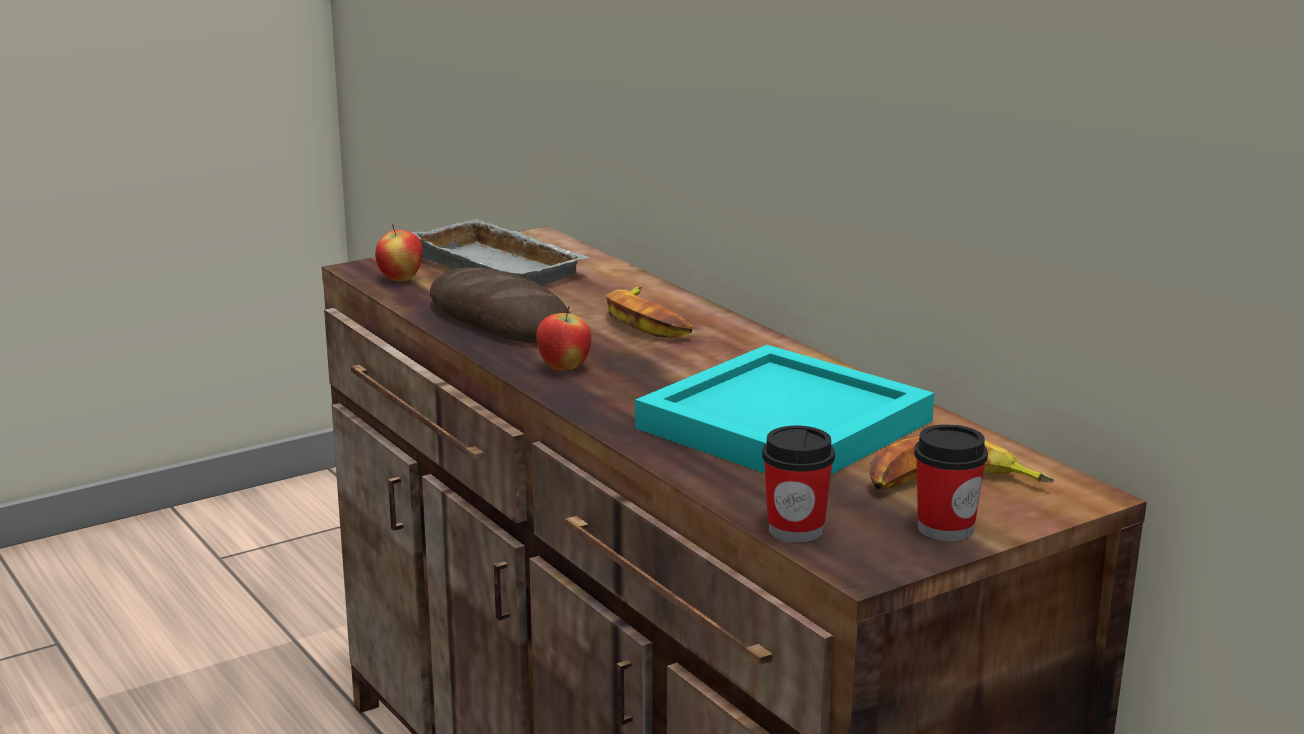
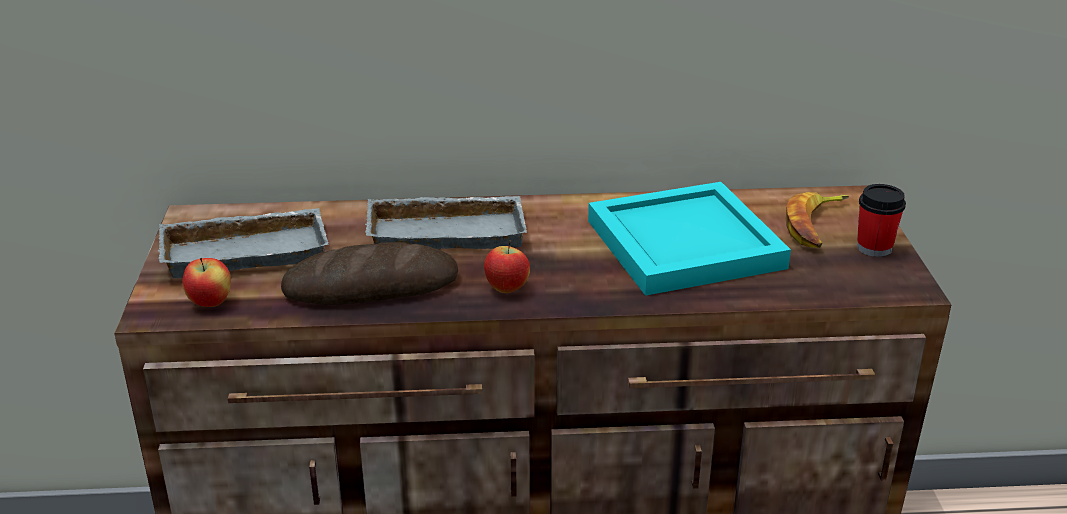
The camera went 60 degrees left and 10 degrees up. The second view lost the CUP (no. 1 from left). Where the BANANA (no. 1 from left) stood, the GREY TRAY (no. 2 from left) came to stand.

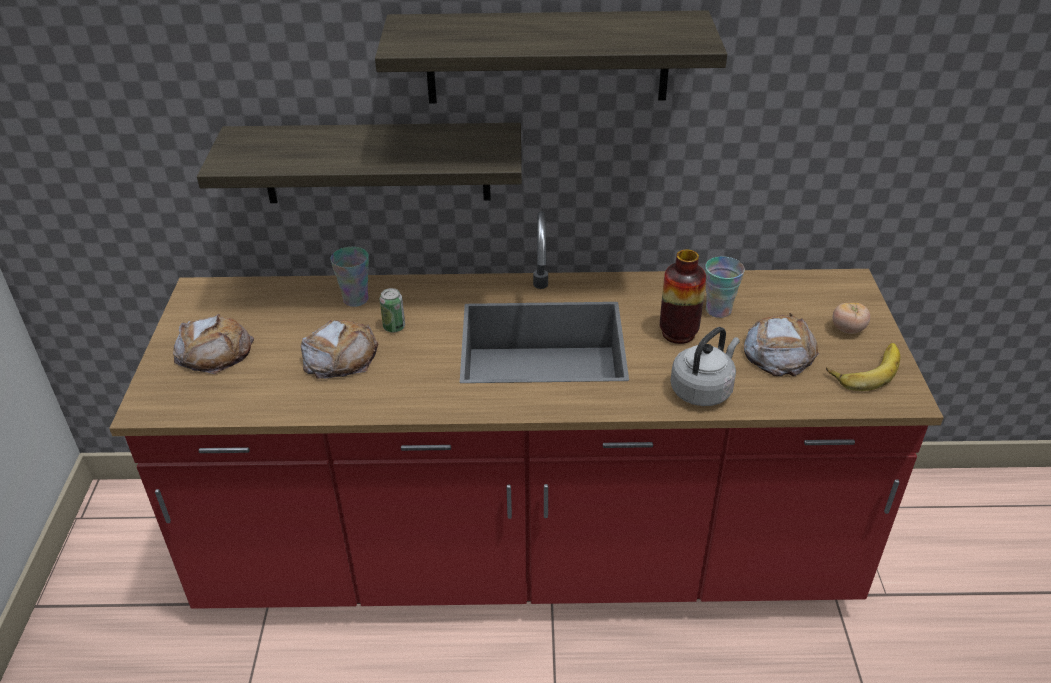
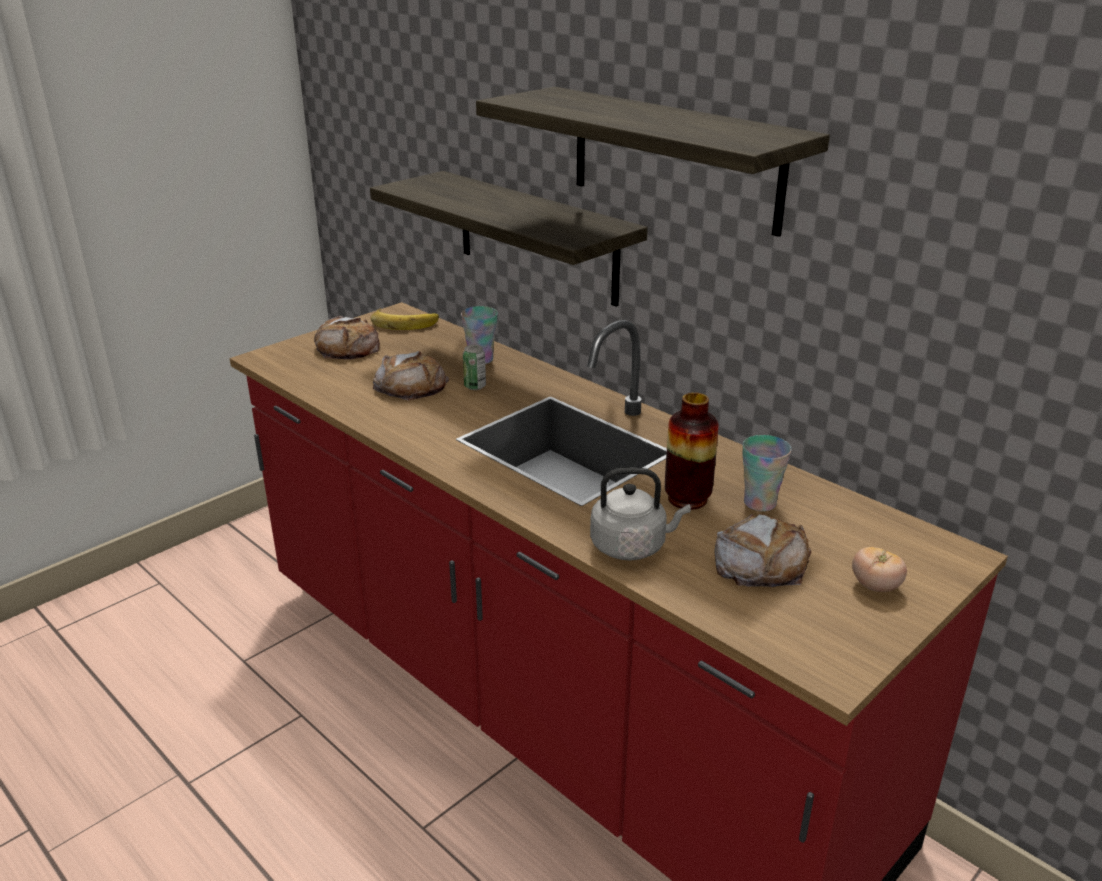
The camera went 45 degrees right and 10 degrees down. The BANANA ended up elsewhere.

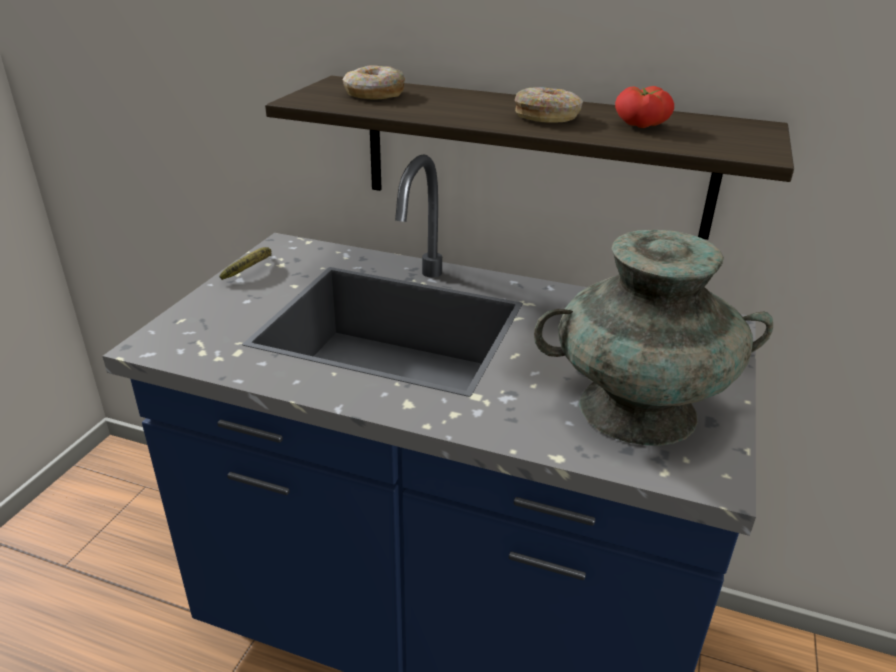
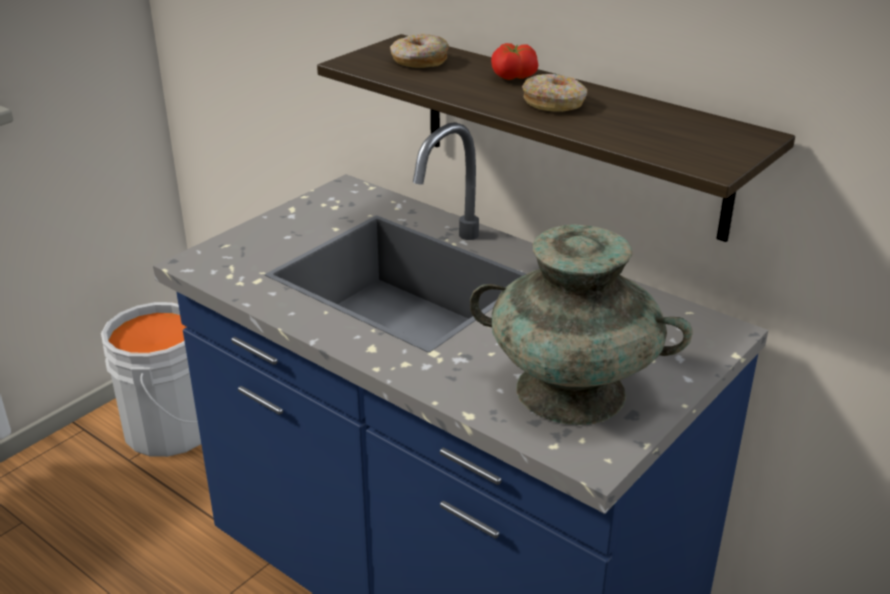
The camera went 20 degrees right and 0 degrees up. The second view lost the BANANA. The second view gained the GREY BUCKET. The TOMATO ended up elsewhere.

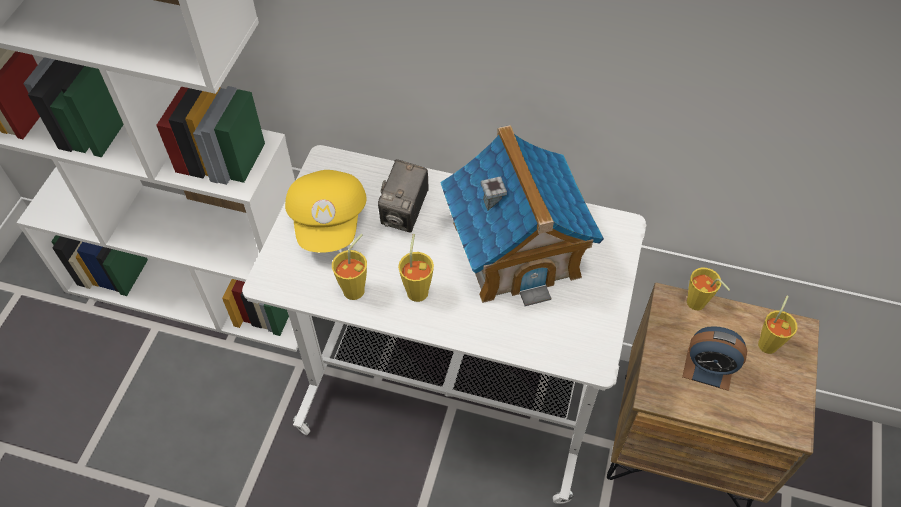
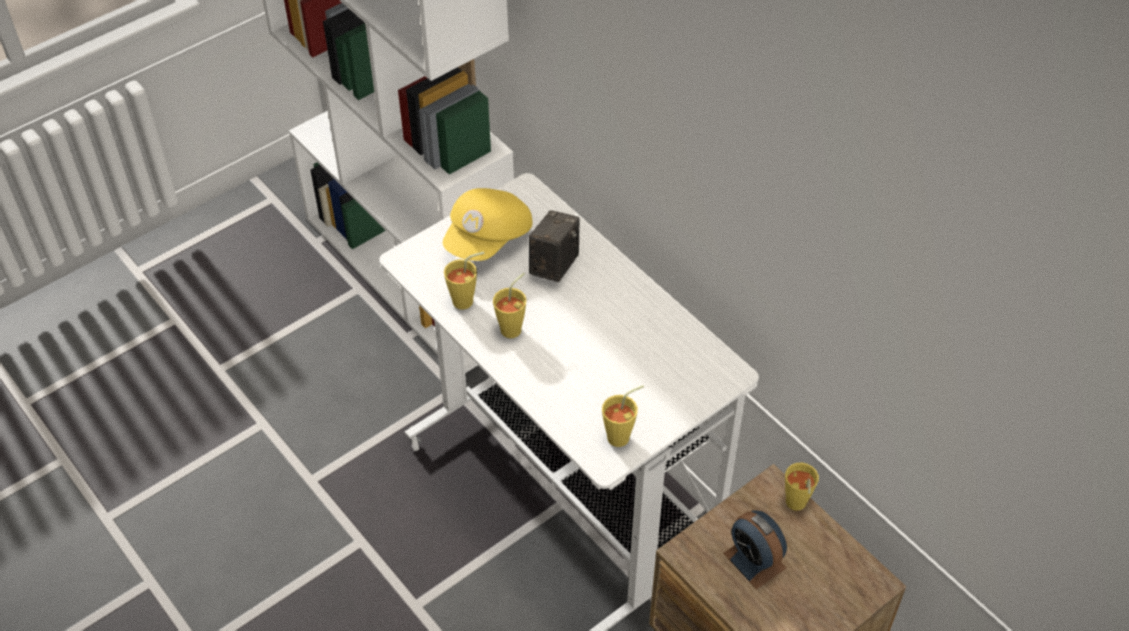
The camera went 35 degrees right and 5 degrees down. The second view lost the TOY HOUSE. The YELLOW CUP (no. 4 from left in the first image) ended up elsewhere. The PHOTO CAMERA ended up facing another way, 150 degrees clockwise from before.

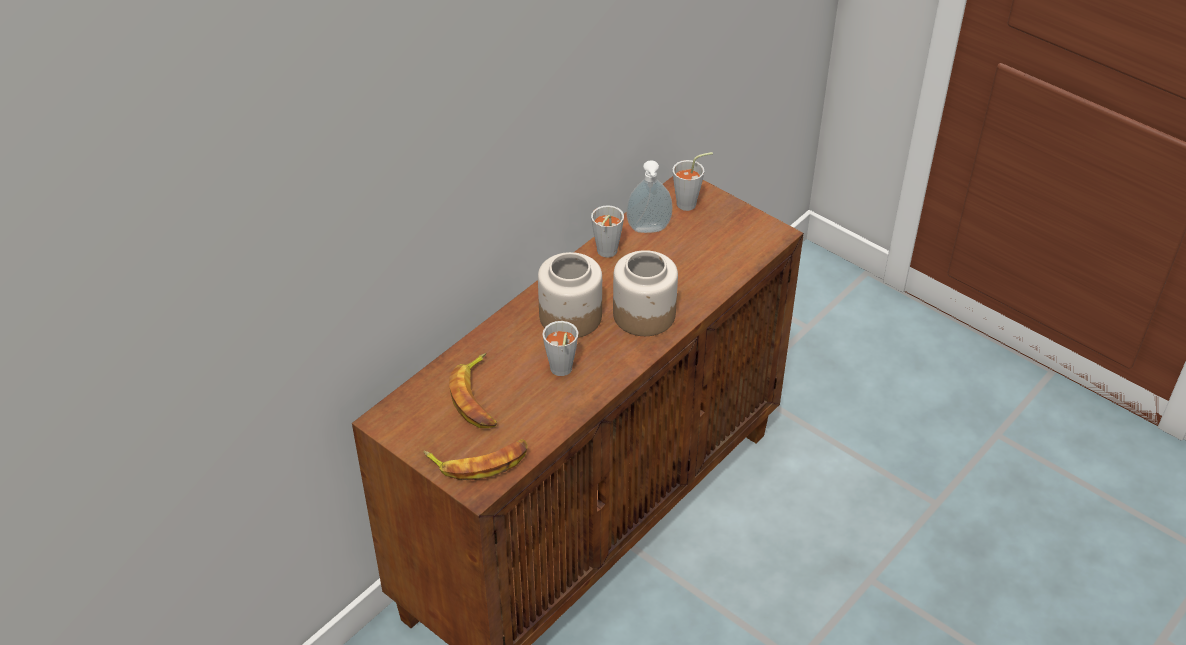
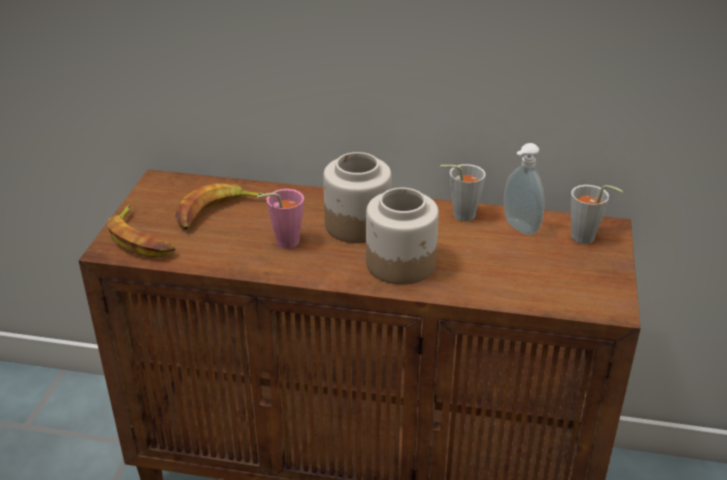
The camera went 60 degrees right and 10 degrees down. What was the GREY CUP (no. 1 from left) turned into the PINK CUP.

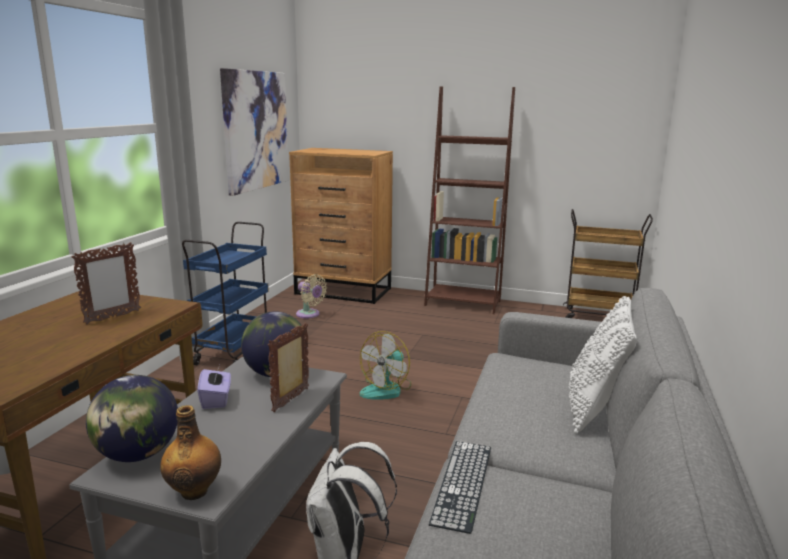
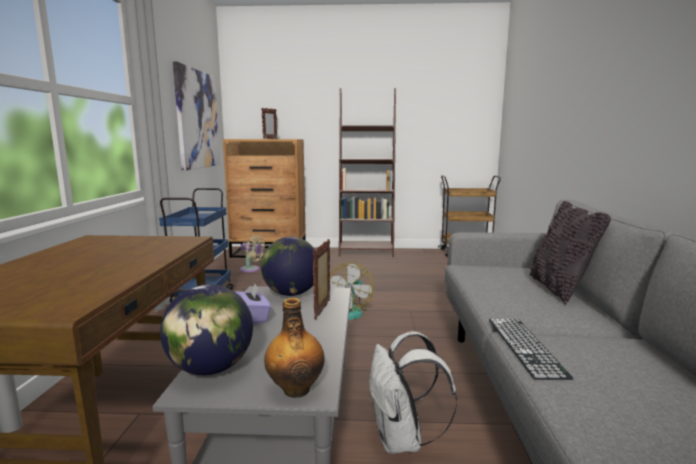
The camera went 15 degrees left and 5 degrees down. The PICTURE FRAME (no. 1 from left) ended up elsewhere. What was the WHITE PILLOW turned into the BLACK PILLOW.

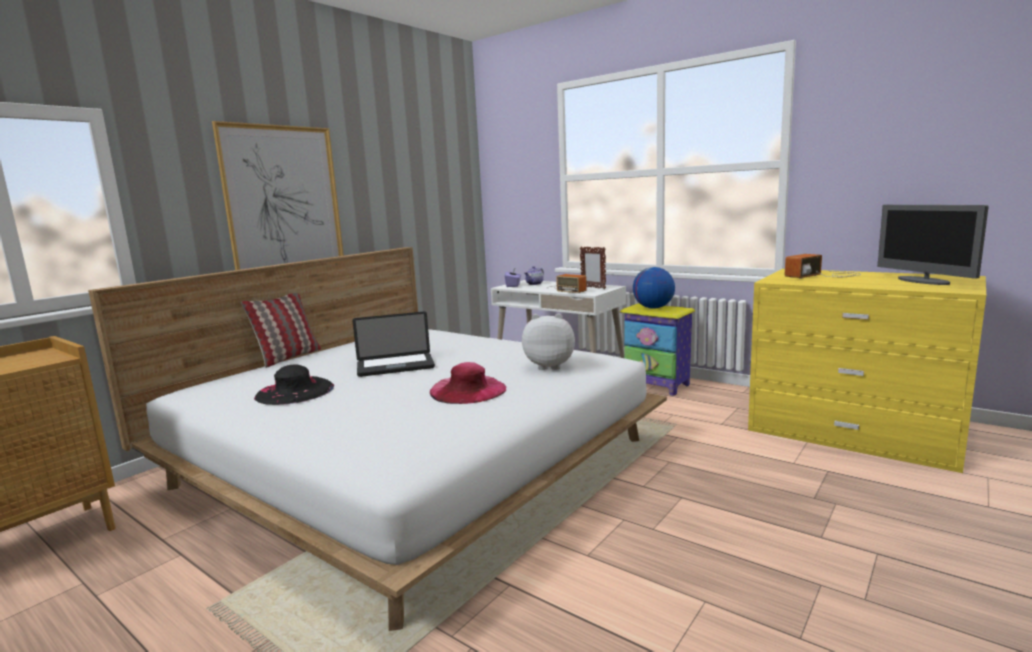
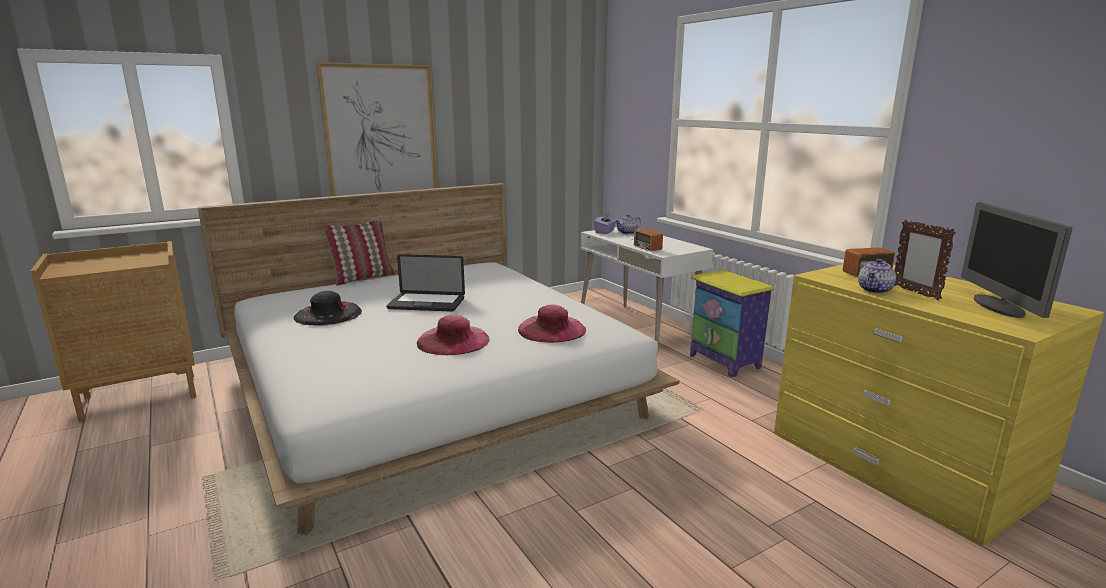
The camera went 20 degrees right and 5 degrees up. The second view lost the GLOBE. The second view gained the TEAPOT (no. 2 from left). The PICTURE FRAME ended up elsewhere. Where the PLUSH TOY stood, the PINK HAT (no. 2 from left) came to stand.

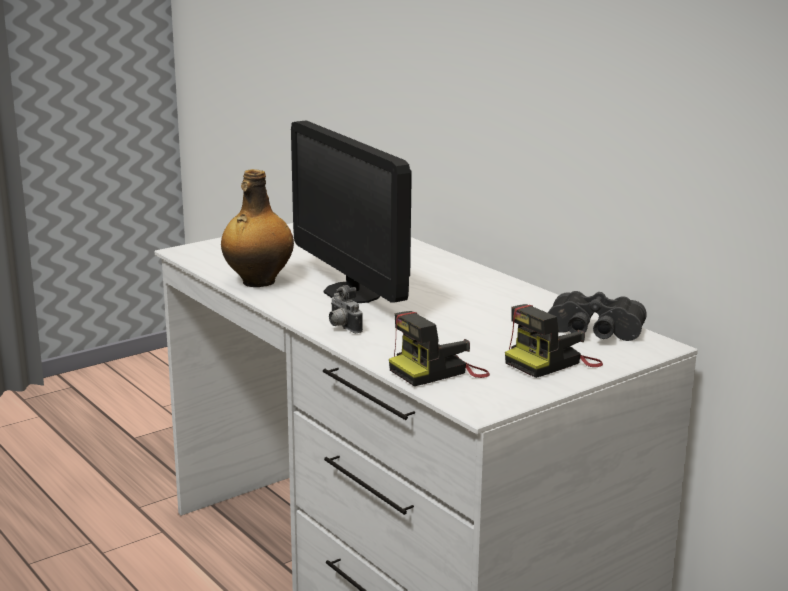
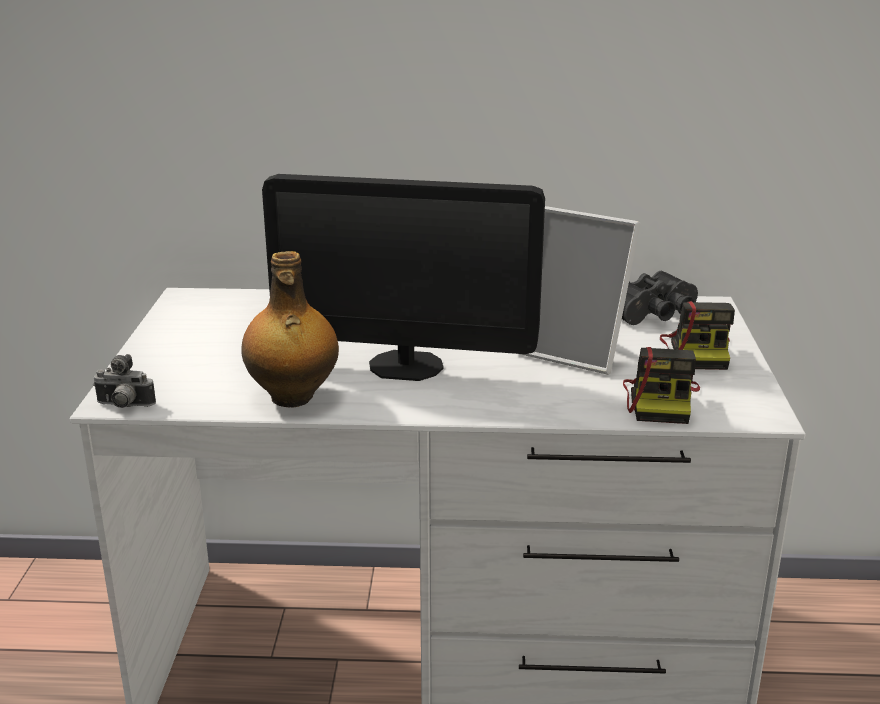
The camera went 50 degrees left and 5 degrees up. The second view gained the PICTURE FRAME. The PHOTO CAMERA (no. 1 from left) ended up elsewhere.

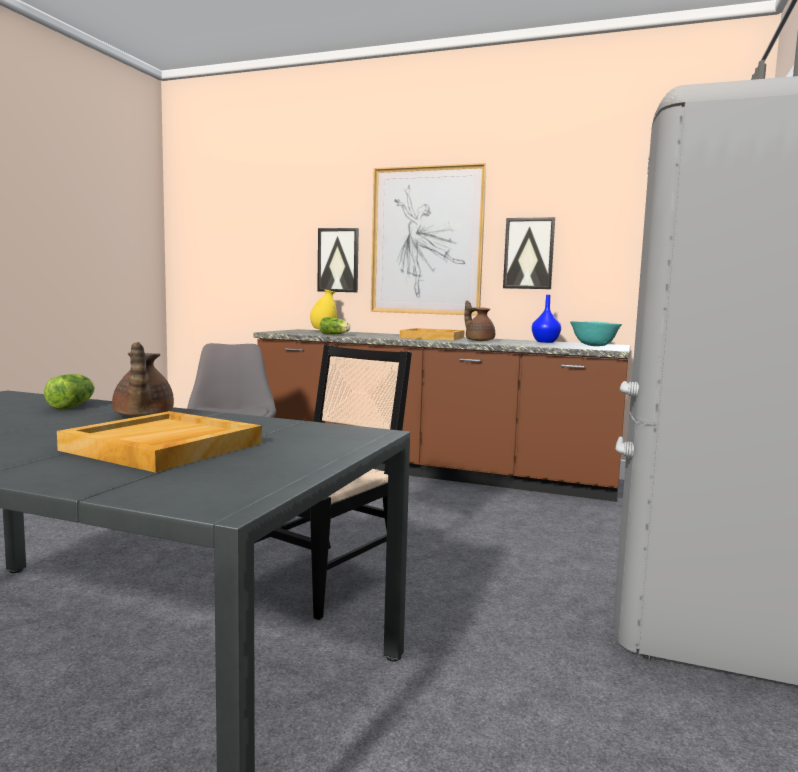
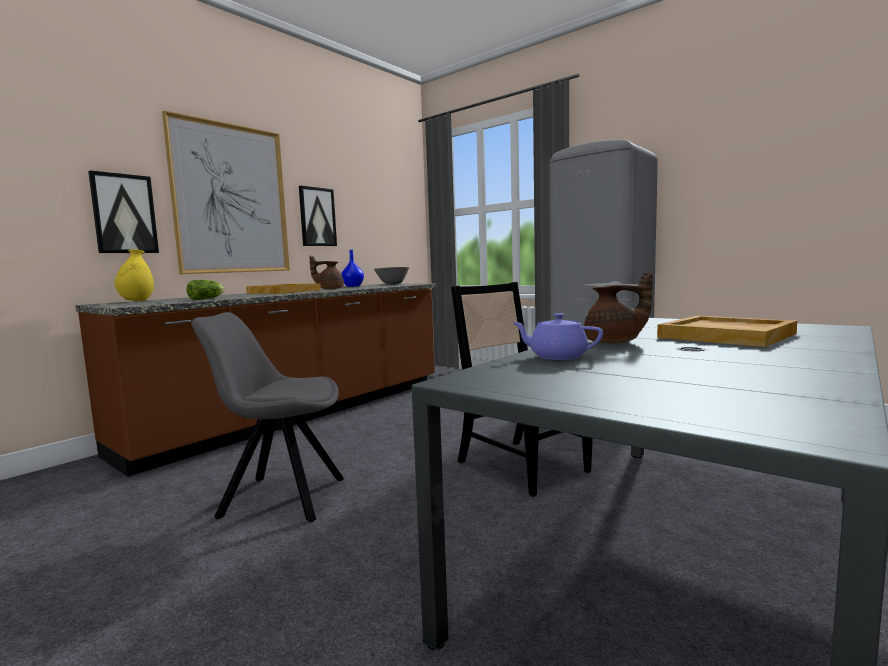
The camera went 70 degrees left and 0 degrees up. Where the LETTUCE (no. 1 from left) stood, the PURPLE TEAPOT came to stand. What was the TURQUOISE BOWL turned into the GREY BOWL.

